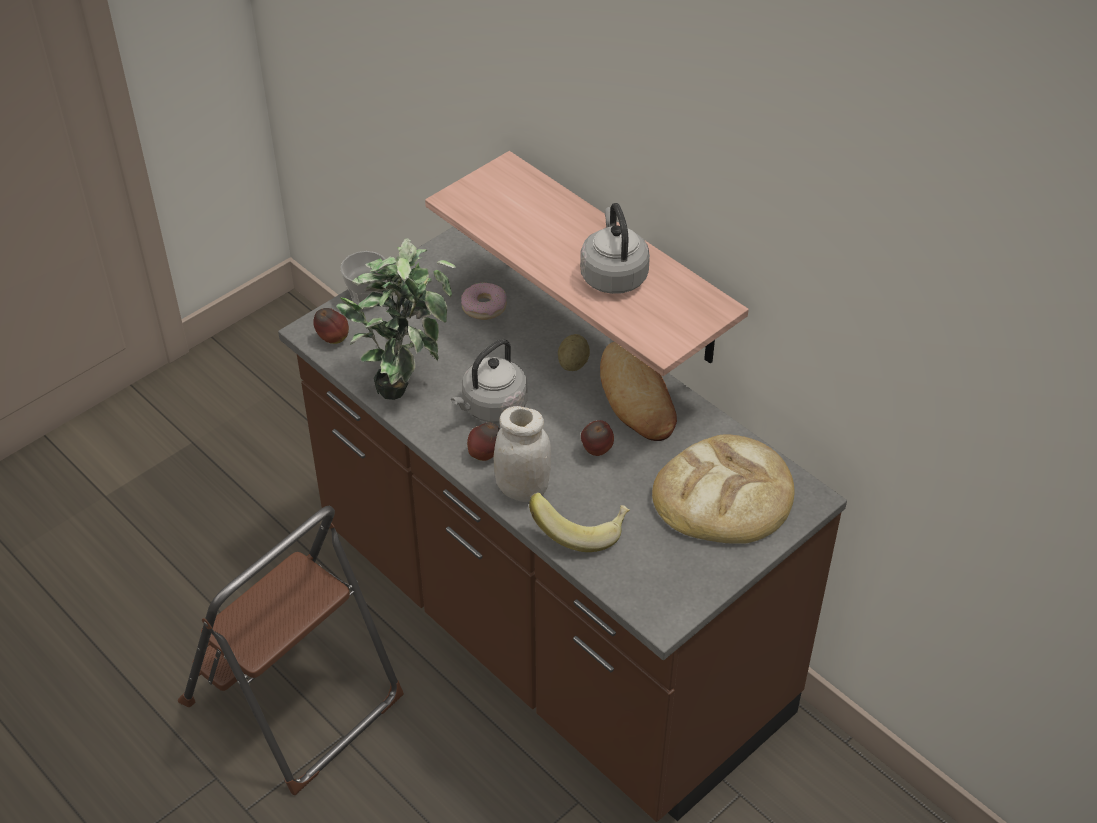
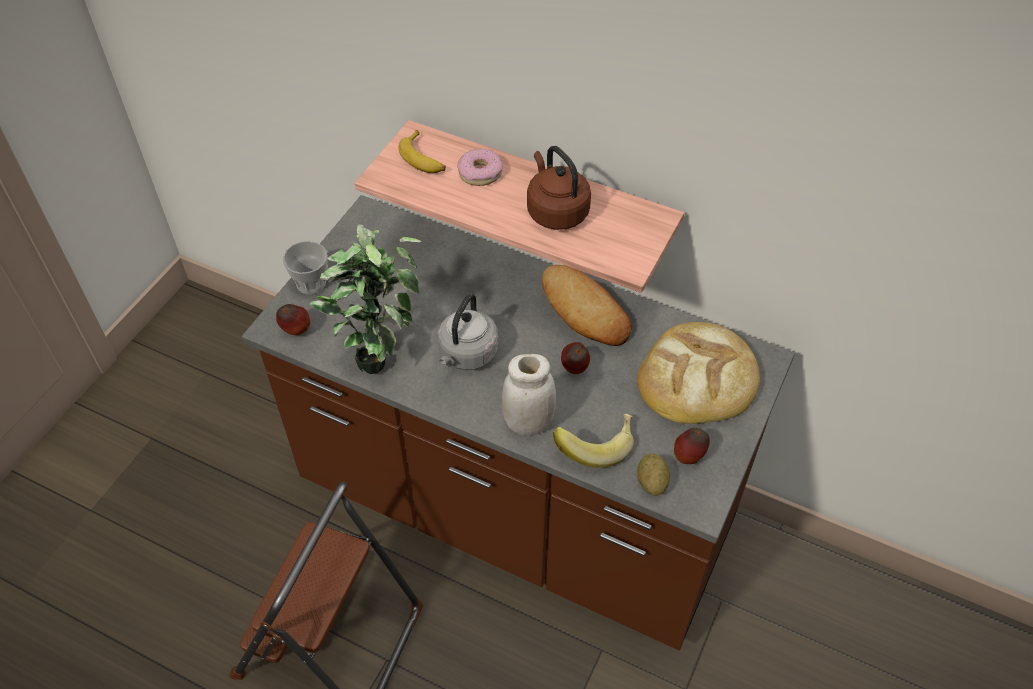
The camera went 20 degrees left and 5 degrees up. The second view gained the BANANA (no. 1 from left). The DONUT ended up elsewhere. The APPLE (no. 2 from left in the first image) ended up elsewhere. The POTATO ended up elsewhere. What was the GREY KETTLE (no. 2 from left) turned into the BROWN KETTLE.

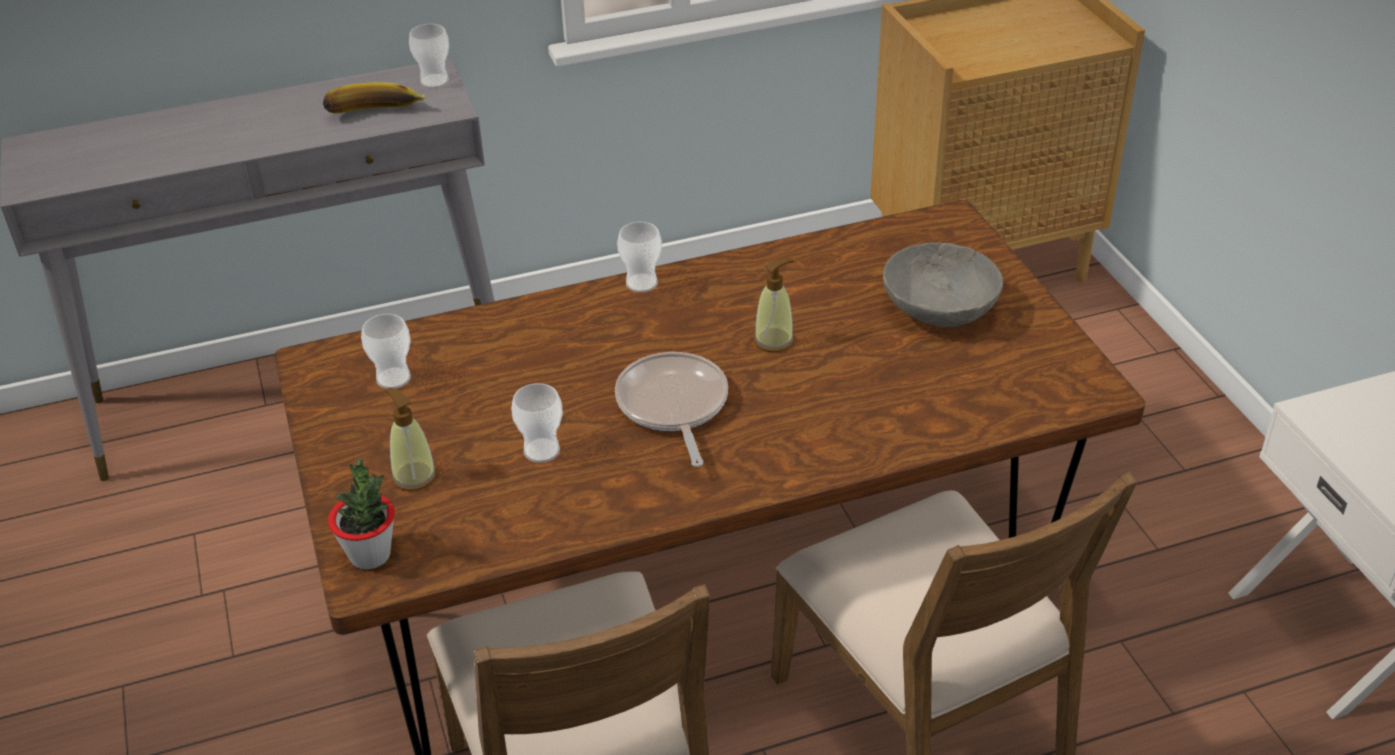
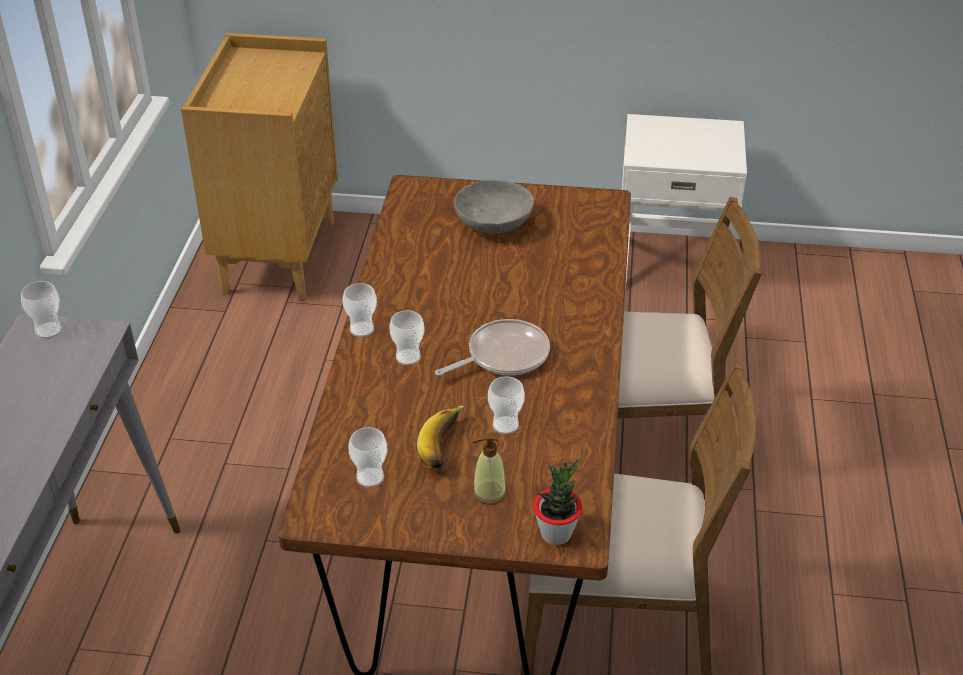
The camera went 65 degrees left and 0 degrees up. The second view lost the SOAP DISPENSER (no. 2 from left). The second view gained the CUP (no. 4 from left). The BANANA ended up elsewhere. The FRYING PAN ended up facing another way, 135 degrees clockwise from before.

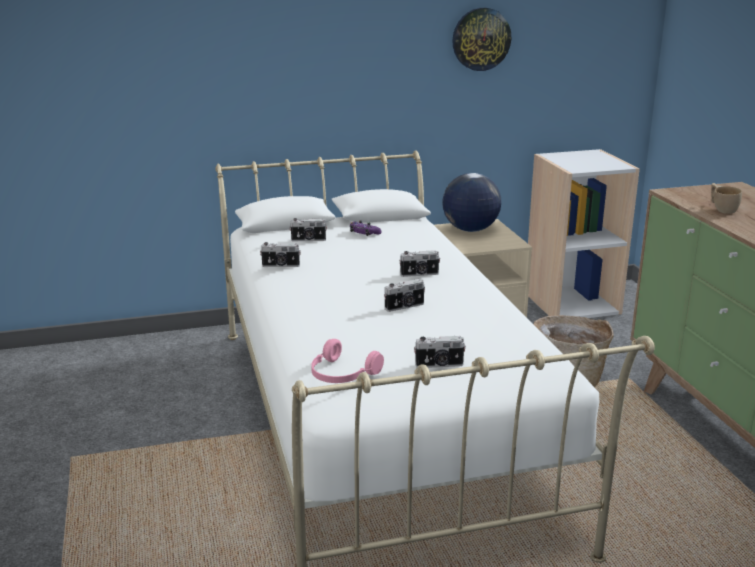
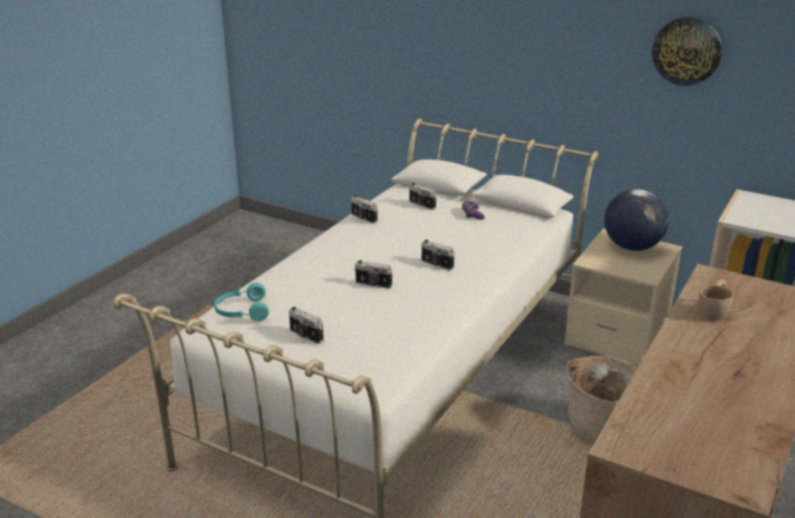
The camera went 45 degrees right and 5 degrees up. What was the PINK HEADPHONES turned into the TURQUOISE HEADPHONES.

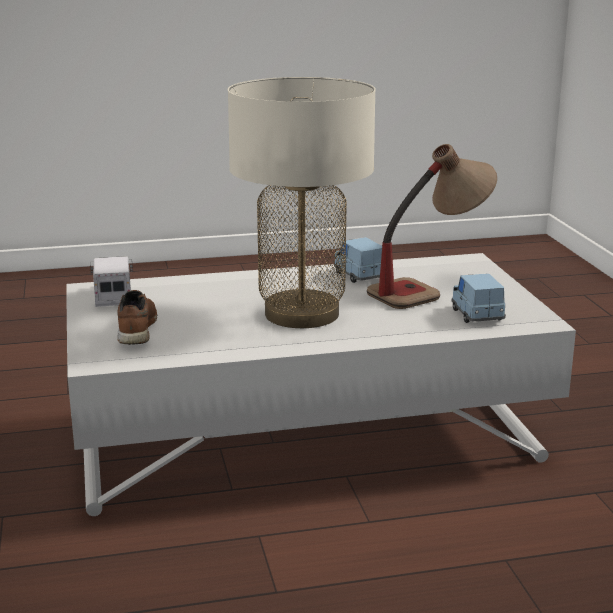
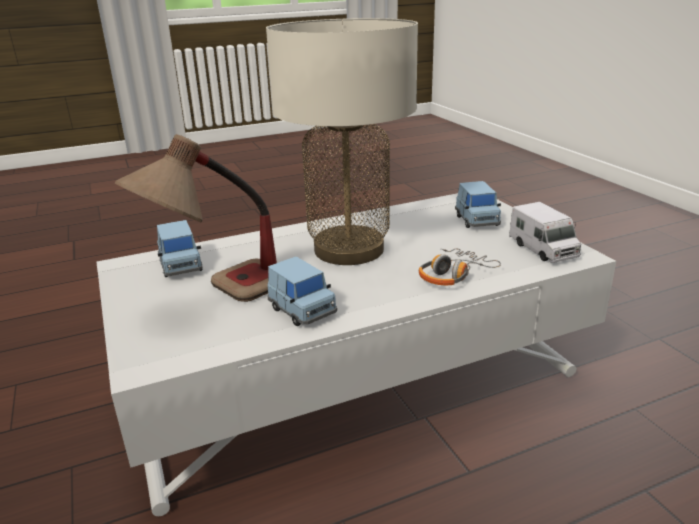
The camera went 170 degrees right and 5 degrees up. The second view gained the HEADPHONES. Where the BROWN SHOE stood, the BLUE TOY CAR (no. 3 from left) came to stand.

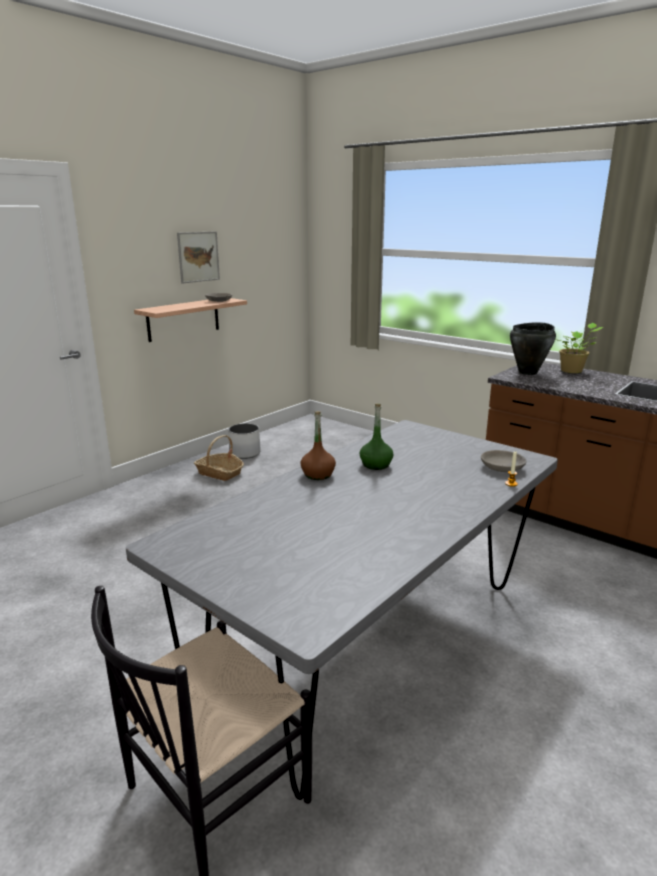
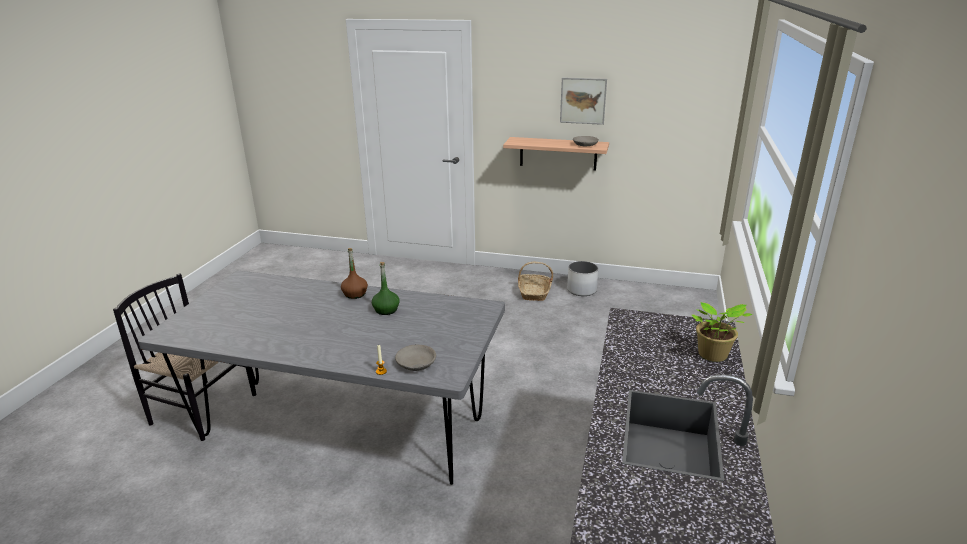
The camera went 65 degrees right and 5 degrees up. The second view lost the BLACK COOKING POT.

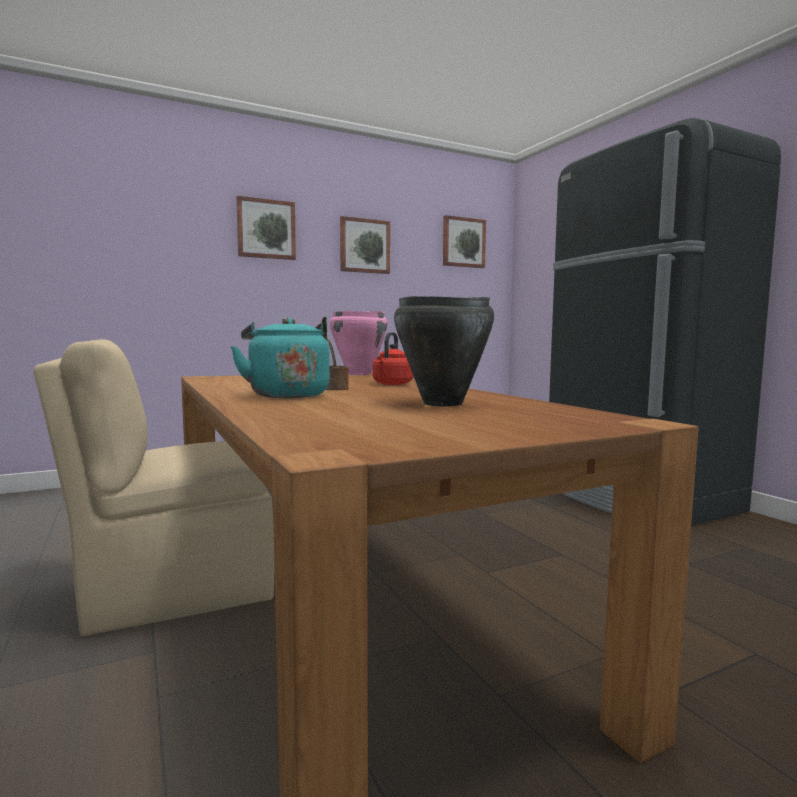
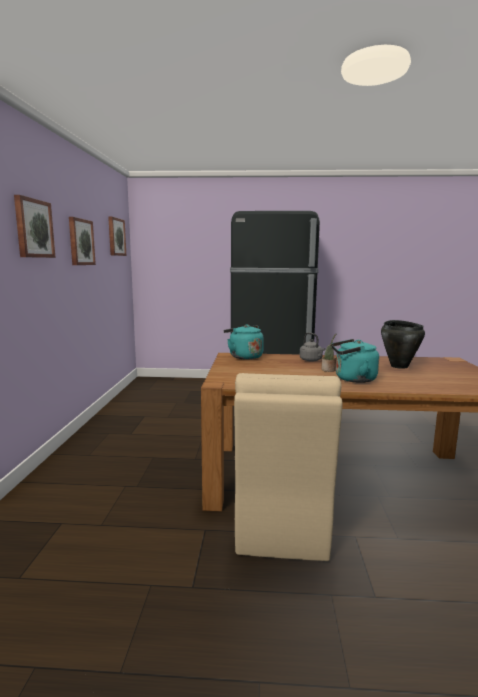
The camera went 60 degrees left and 5 degrees up. Where the PINK COOKING POT stood, the TURQUOISE KETTLE (no. 1 from left) came to stand. What was the RED KETTLE turned into the GREY KETTLE.

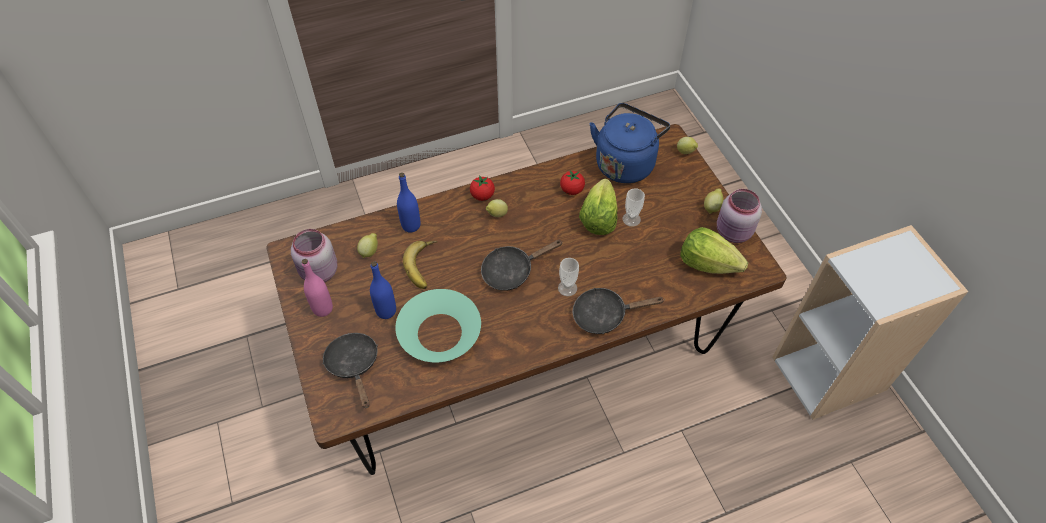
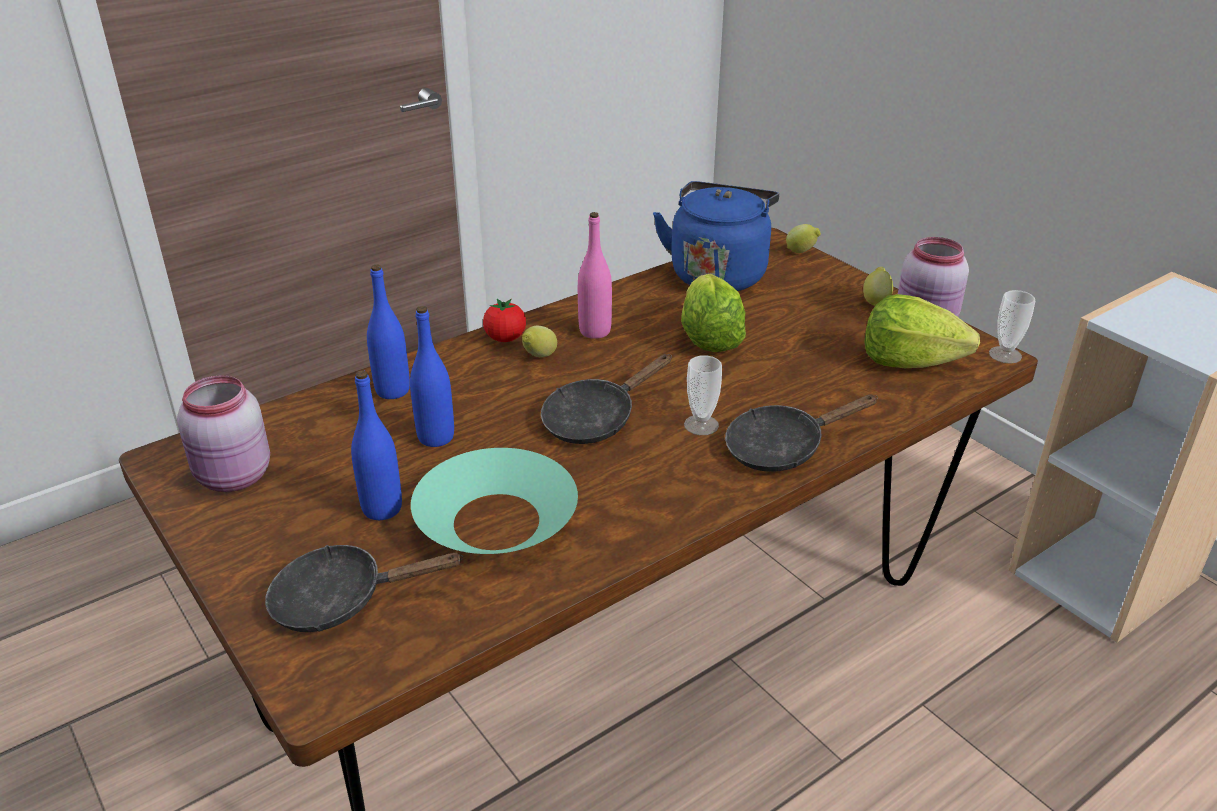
The camera went 15 degrees left and 20 degrees down. The second view lost the LEMON (no. 1 from left). The second view lost the TOMATO (no. 2 from left). The PINK BOTTLE ended up elsewhere. The CUP (no. 2 from left) ended up elsewhere. Where the BANANA stood, the BLUE BOTTLE (no. 3 from left) came to stand. The BLACK FRYING PAN (no. 1 from left) ended up facing another way, 60 degrees counterclockwise from before.

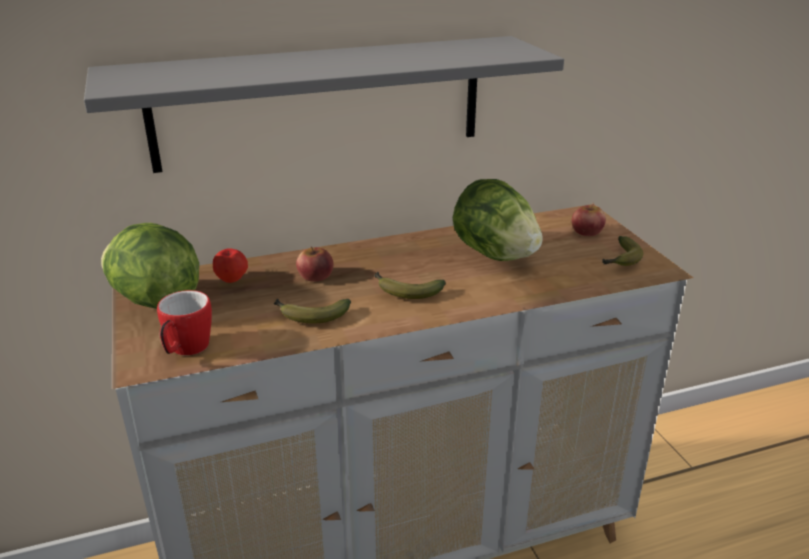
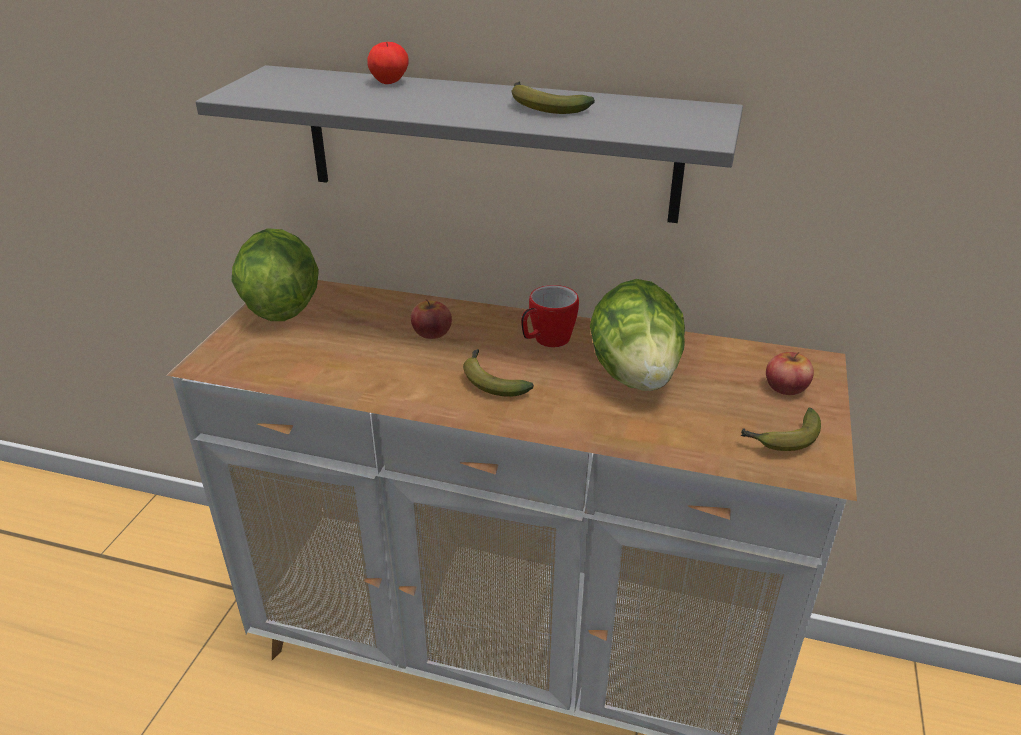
The camera went 35 degrees right and 5 degrees up. The MUG ended up elsewhere. The APPLE (no. 1 from left) ended up elsewhere. The BANANA (no. 1 from left in the first image) ended up elsewhere.

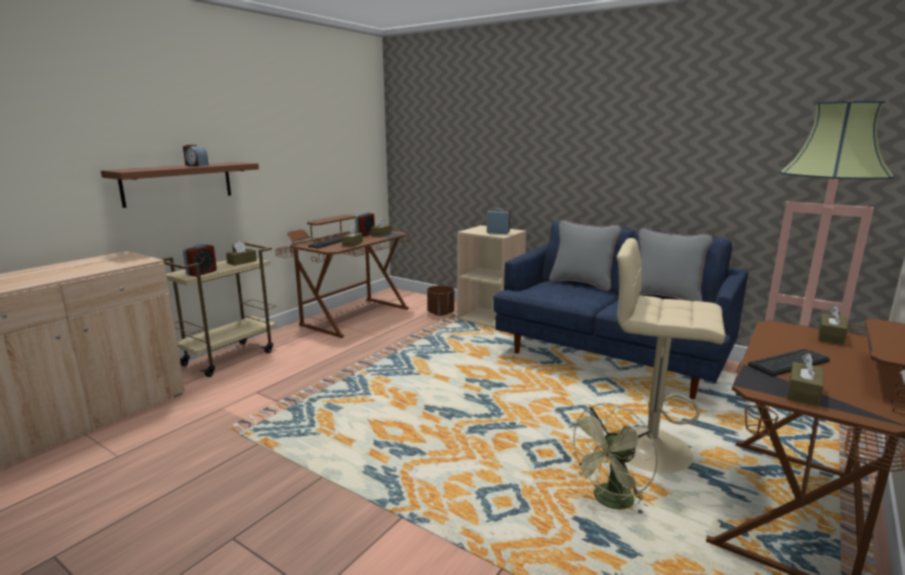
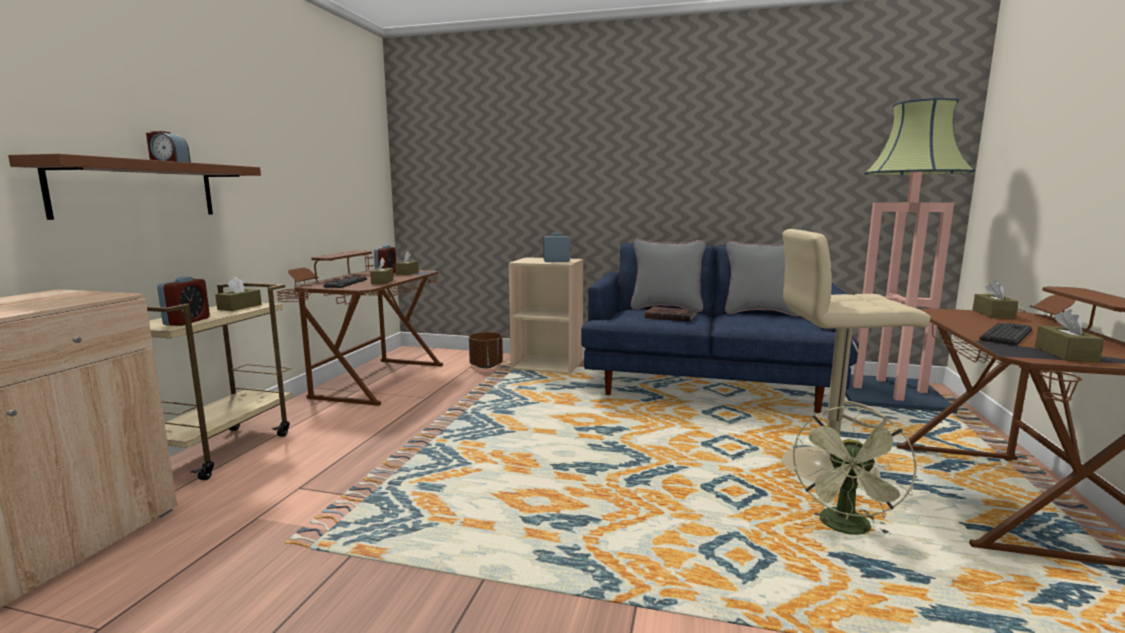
The camera went 20 degrees left and 5 degrees down. The second view gained the BROWN BOOK.

